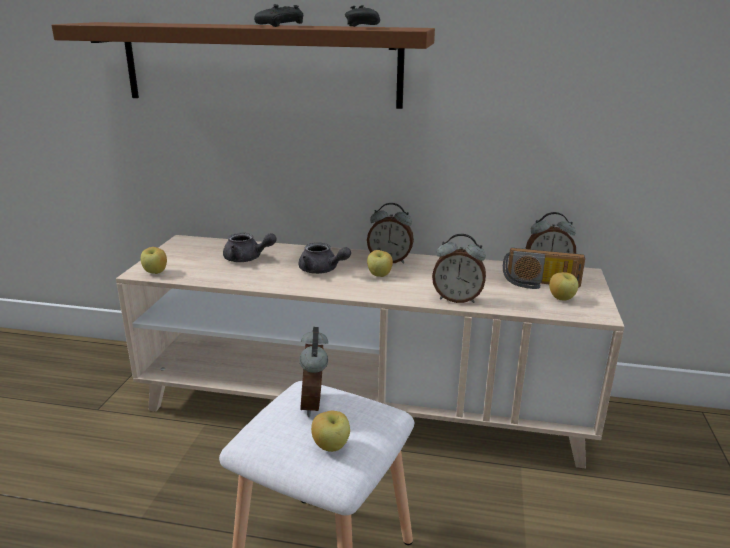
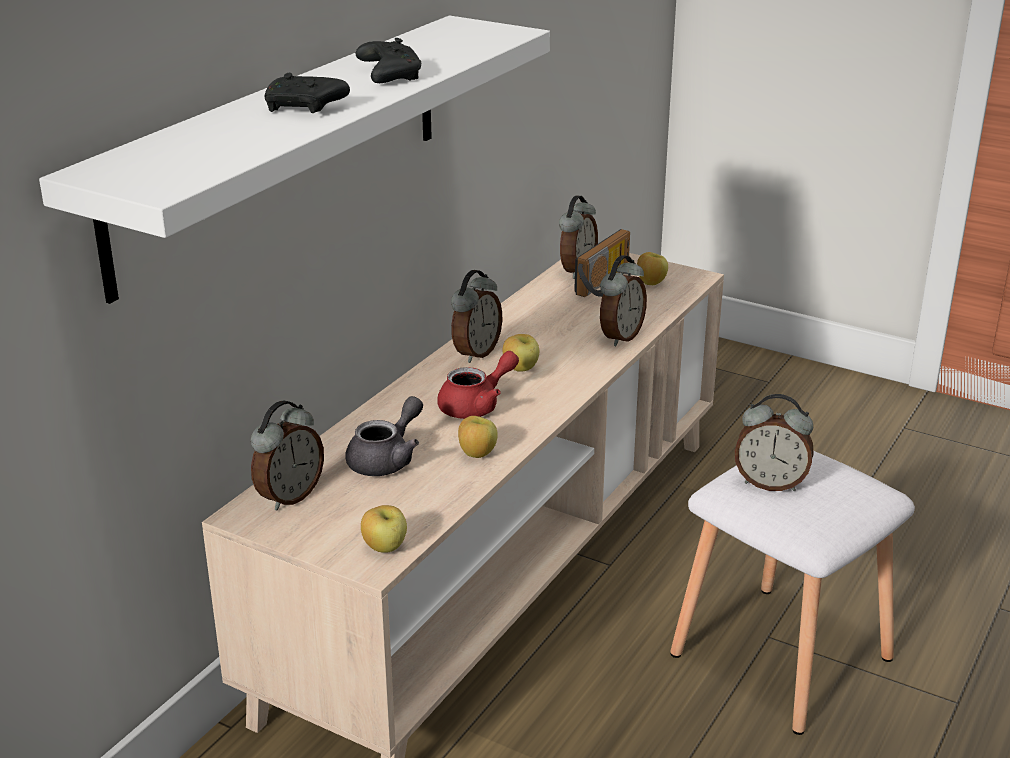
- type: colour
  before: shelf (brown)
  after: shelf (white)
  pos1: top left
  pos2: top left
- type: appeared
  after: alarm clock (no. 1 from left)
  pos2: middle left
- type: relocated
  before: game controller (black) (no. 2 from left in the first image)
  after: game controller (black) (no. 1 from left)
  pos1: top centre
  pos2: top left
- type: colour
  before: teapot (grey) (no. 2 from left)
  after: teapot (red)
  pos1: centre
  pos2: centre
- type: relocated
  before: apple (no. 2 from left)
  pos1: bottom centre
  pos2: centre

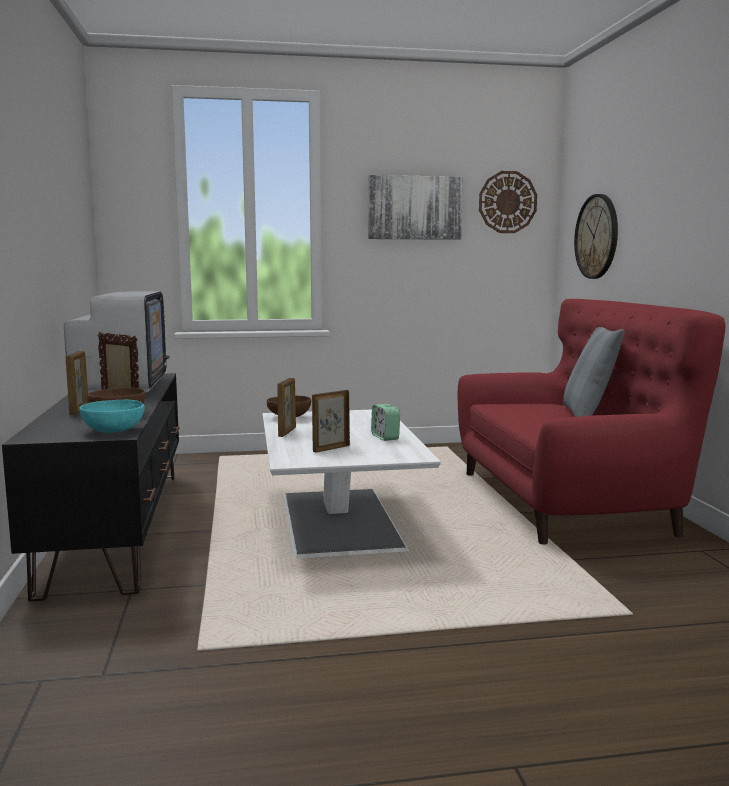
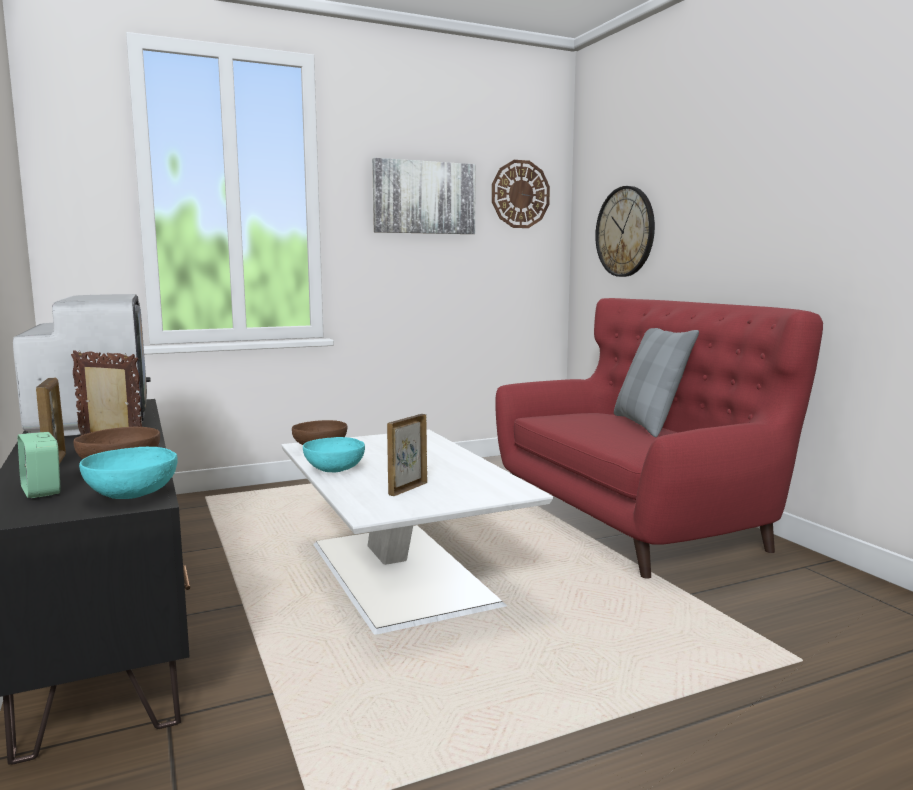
- type: relocated
  before: alarm clock
  pos1: centre
  pos2: middle left
- type: exchanged
  before: picture frame (no. 3 from left)
  after: bowl (turquoise) (no. 2 from left)
  pos1: centre
  pos2: centre

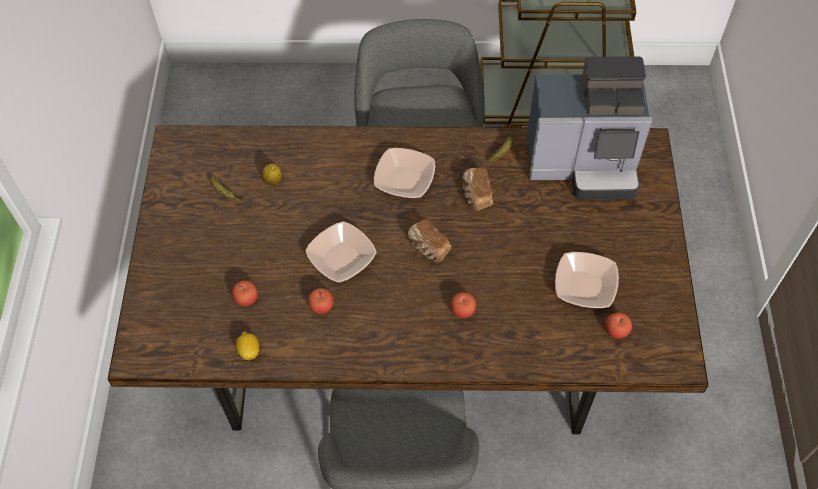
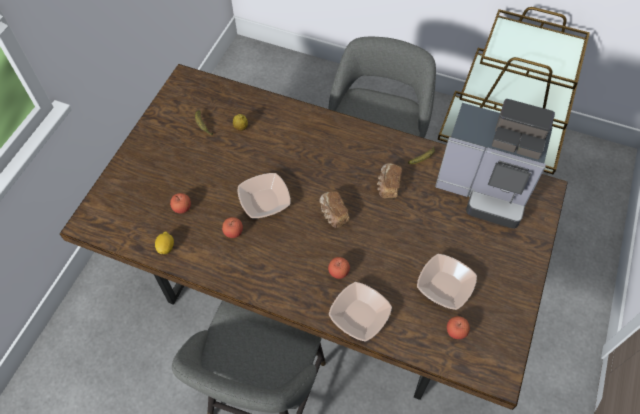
- type: relocated
  before: bowl (no. 2 from left)
  pos1: centre
  pos2: bottom centre

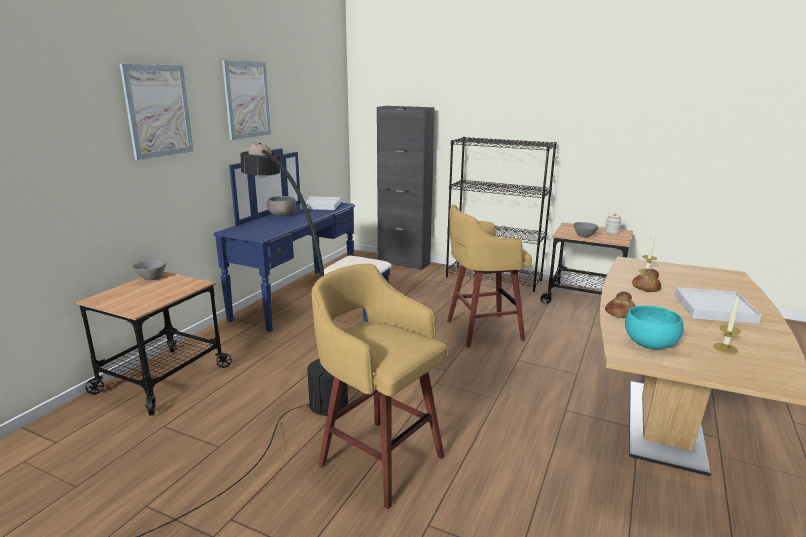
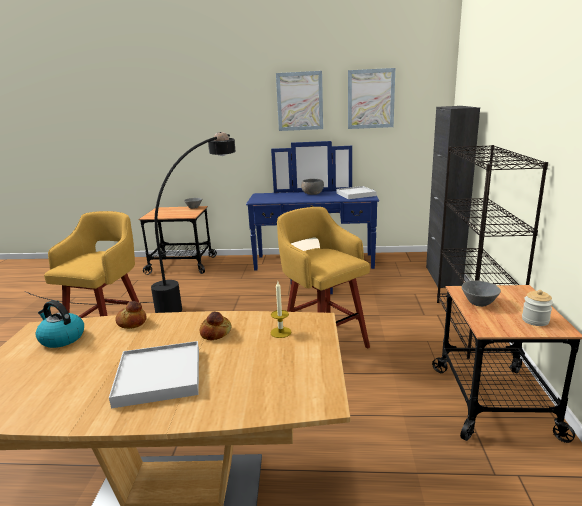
- type: exchanged
  before: bowl (turquoise)
  after: kettle
  pos1: middle right
  pos2: middle left
- type: relocated
  before: picture (no. 1 from left in the first image)
  after: picture (no. 2 from left)
  pos1: top left
  pos2: top centre
- type: missing
  before: candle (no. 2 from left)
  pos1: middle right

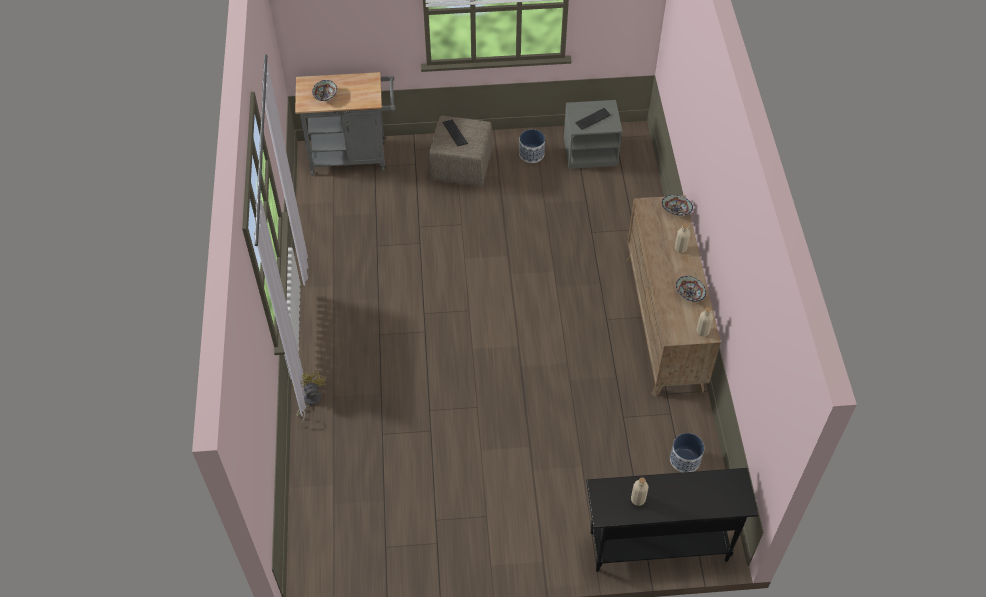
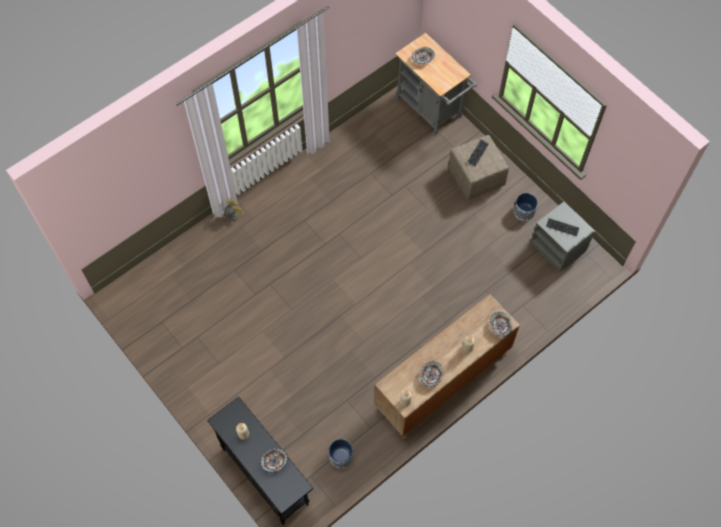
- type: appeared
  after: bowl (no. 1 from left)
  pos2: bottom centre

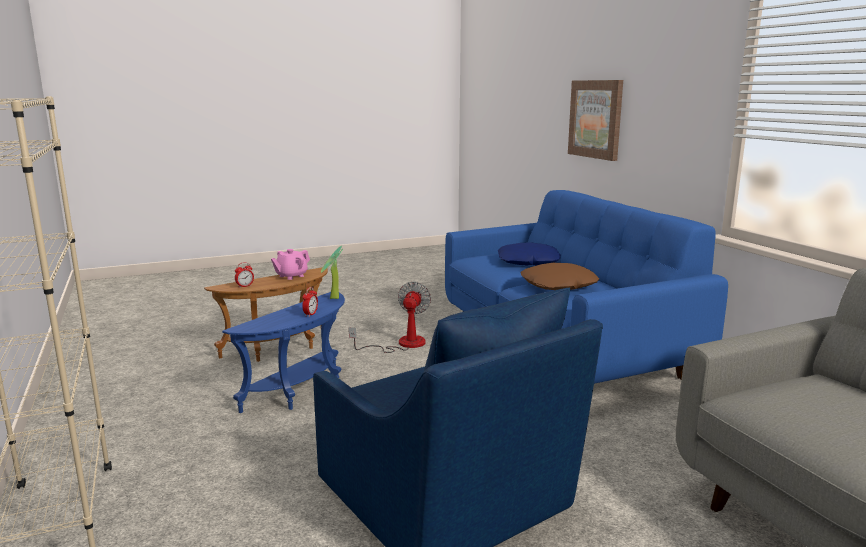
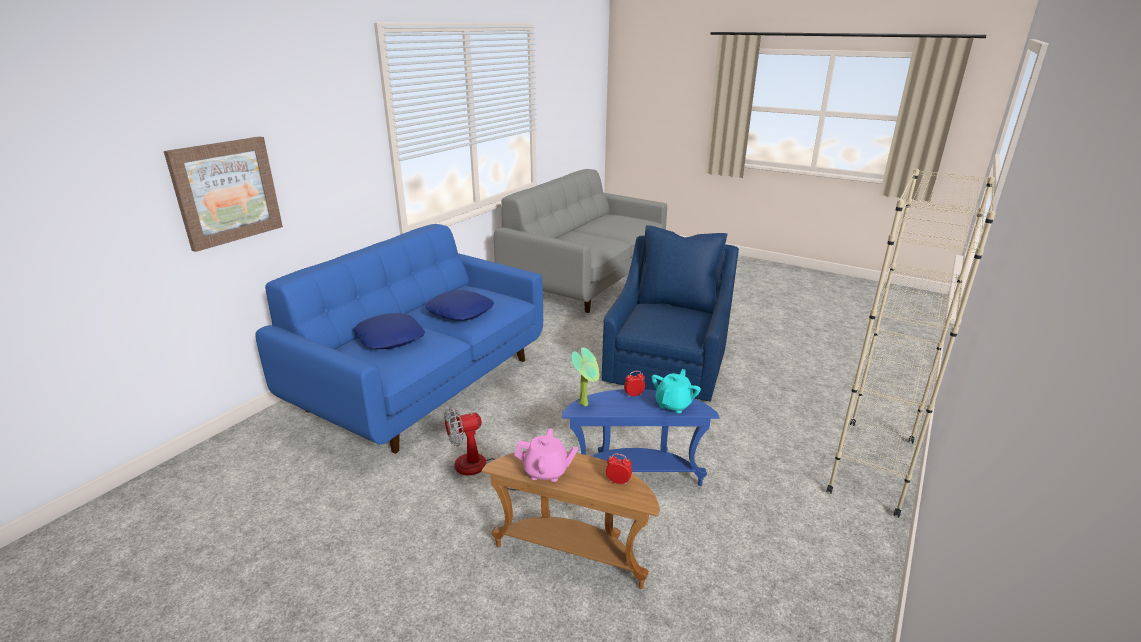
- type: colour
  before: pillow (brown)
  after: pillow (blue) (no. 2 from left)
  pos1: centre
  pos2: centre
- type: appeared
  after: teapot (turquoise)
  pos2: centre

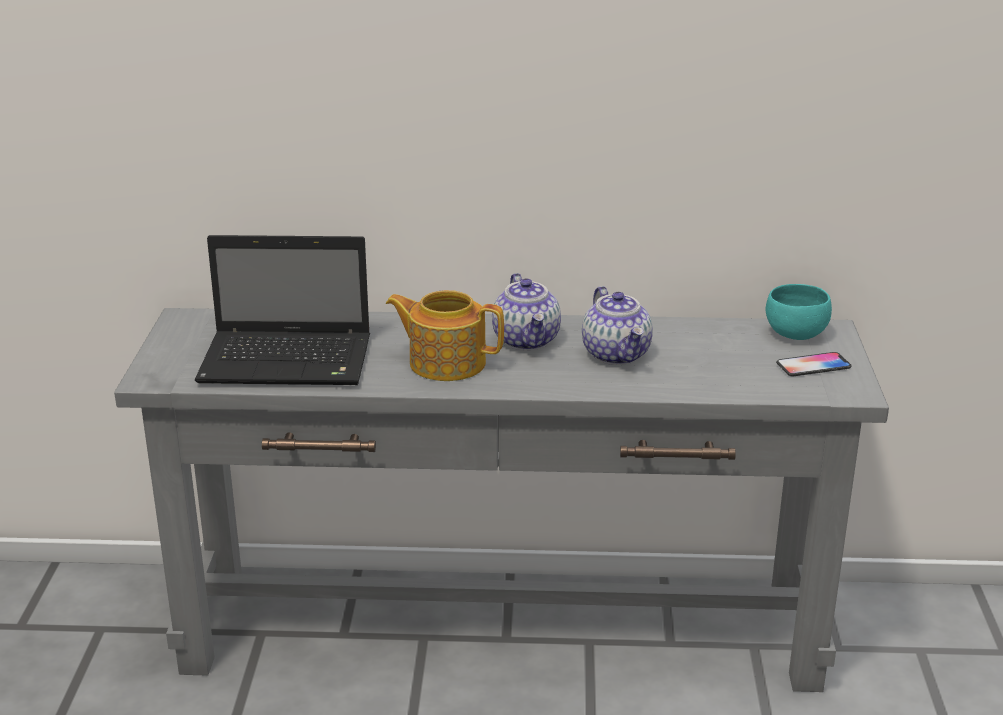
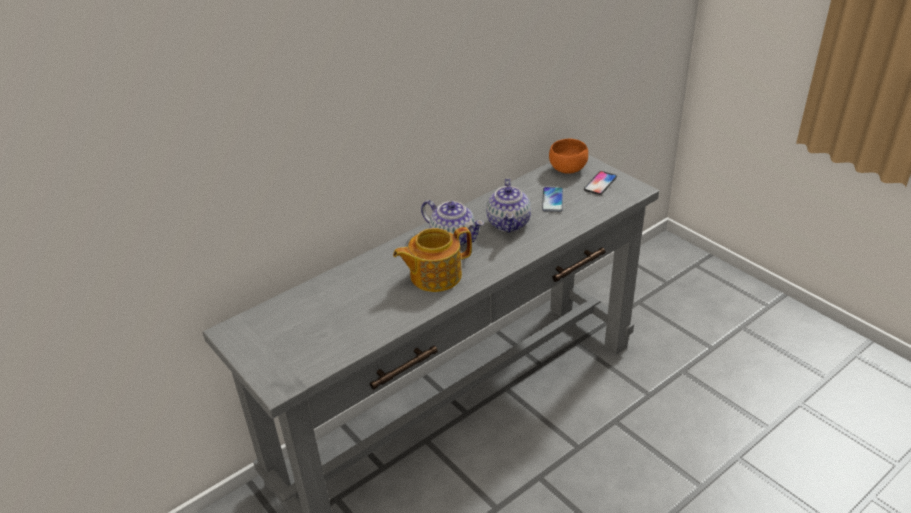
- type: spun
  before: teapot (no. 3 from left)
  pos1: centre
  pos2: centre
  turn: 60
- type: appeared
  after: phone (no. 1 from left)
  pos2: centre
- type: colour
  before: bowl (turquoise)
  after: bowl (orange)
  pos1: middle right
  pos2: top centre
- type: missing
  before: laptop
  pos1: middle left

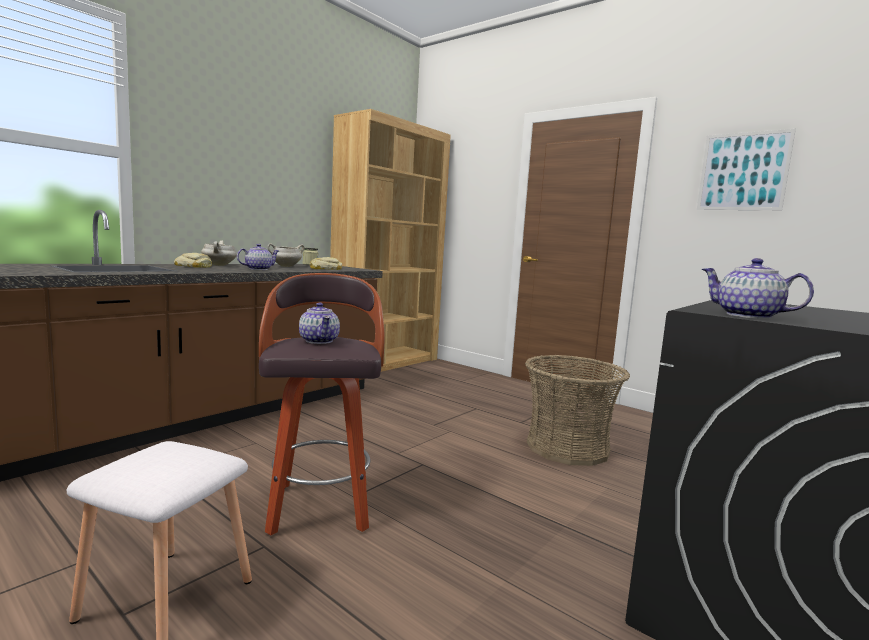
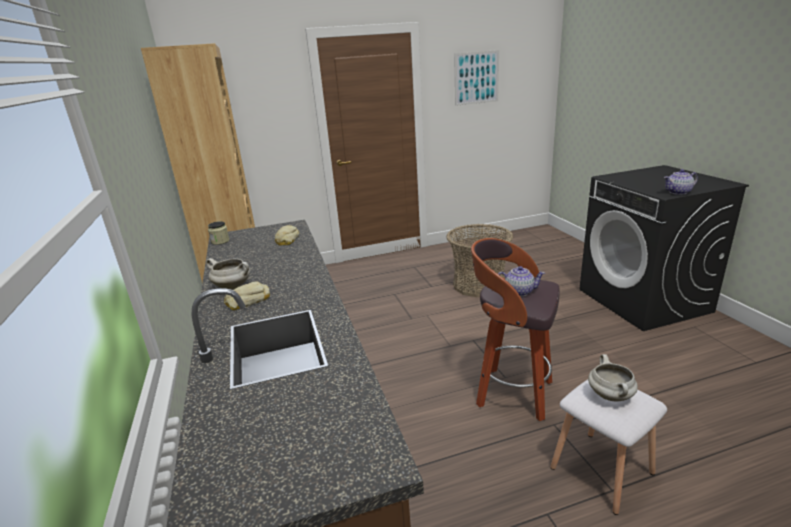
- type: relocated
  before: cooking pot (white) (no. 2 from left)
  pos1: middle left
  pos2: bottom right
- type: missing
  before: teapot (no. 1 from left)
  pos1: middle left

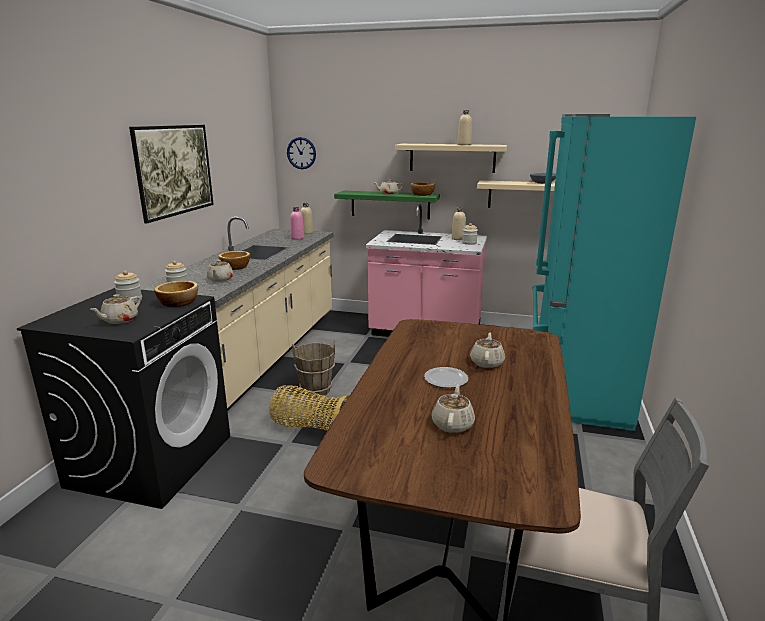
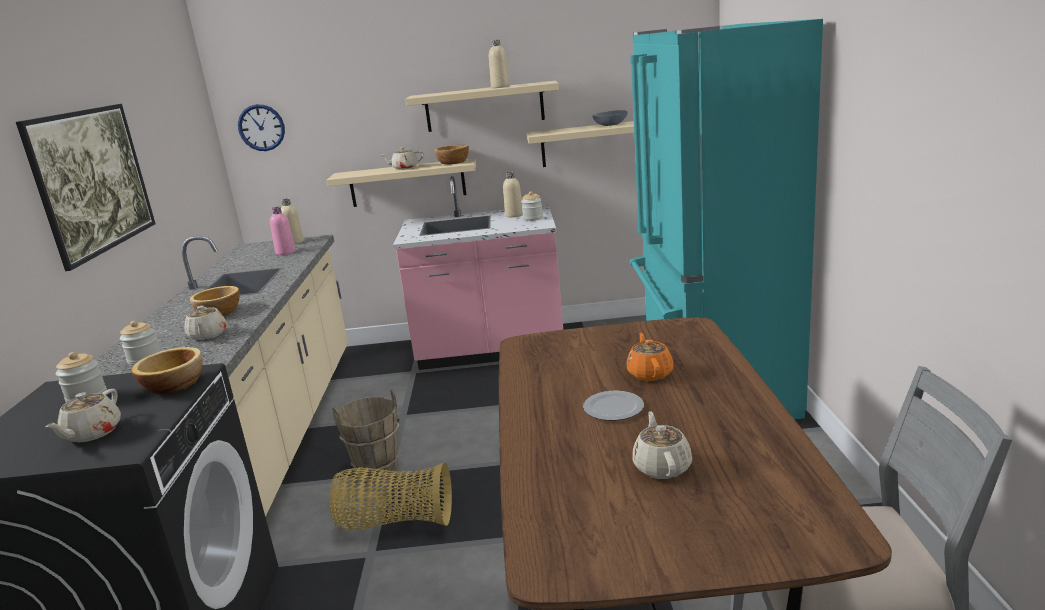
- type: colour
  before: shelf (green)
  after: shelf (beige) (no. 1 from left)
  pos1: top centre
  pos2: top centre
- type: colour
  before: teapot (beige) (no. 5 from left)
  after: teapot (orange)
  pos1: centre
  pos2: centre

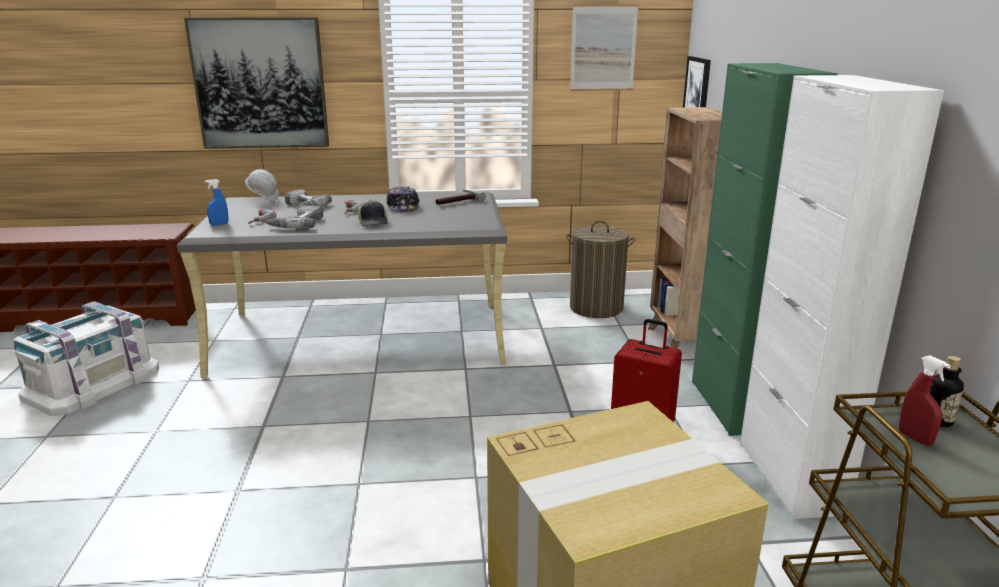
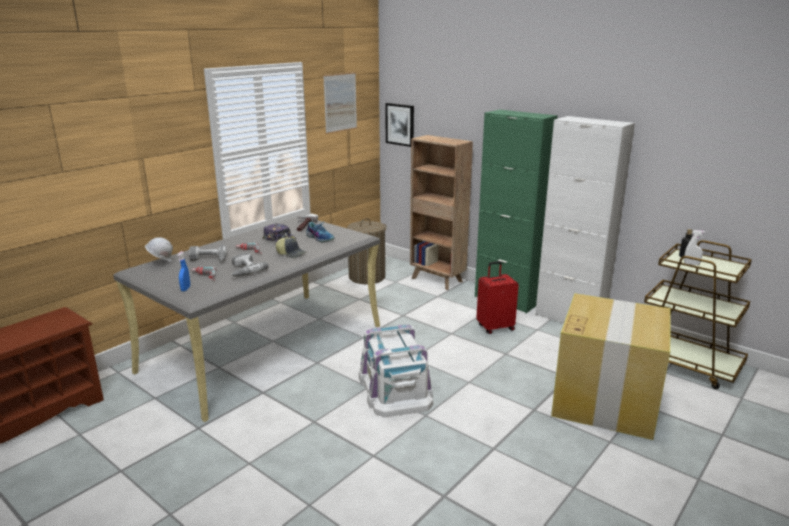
- type: appeared
  after: shoe
  pos2: centre
- type: relocated
  before: storage box (white)
  pos1: middle left
  pos2: bottom centre
- type: colour
  before: spray bottle (red)
  after: spray bottle (white)
  pos1: bottom right
  pos2: middle right
- type: missing
  before: picture (no. 1 from left)
  pos1: top left

